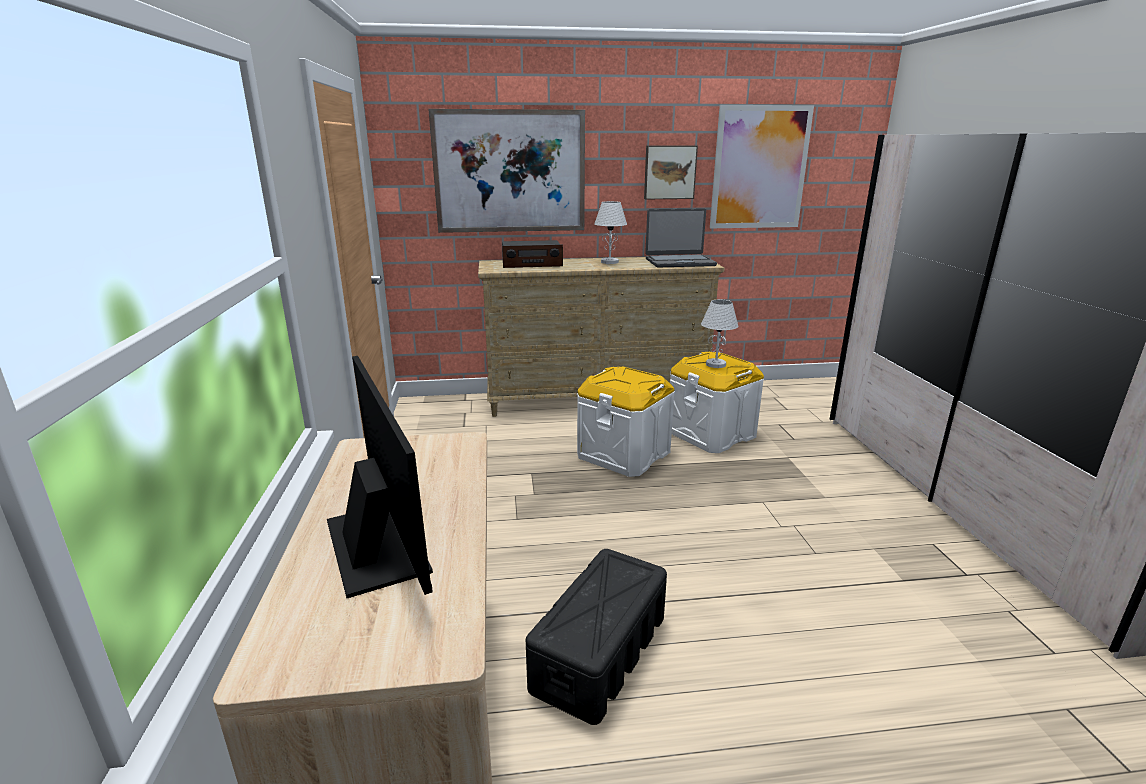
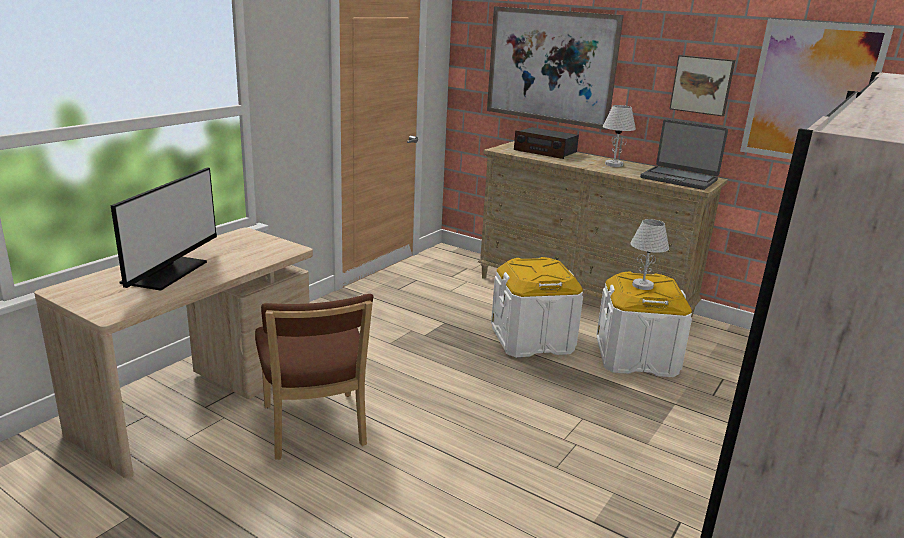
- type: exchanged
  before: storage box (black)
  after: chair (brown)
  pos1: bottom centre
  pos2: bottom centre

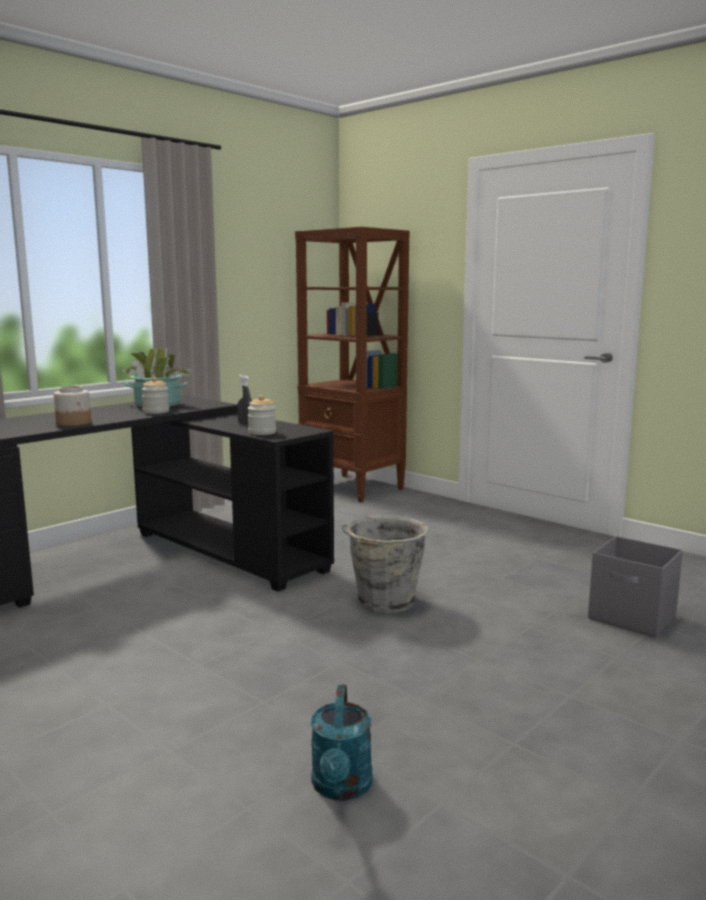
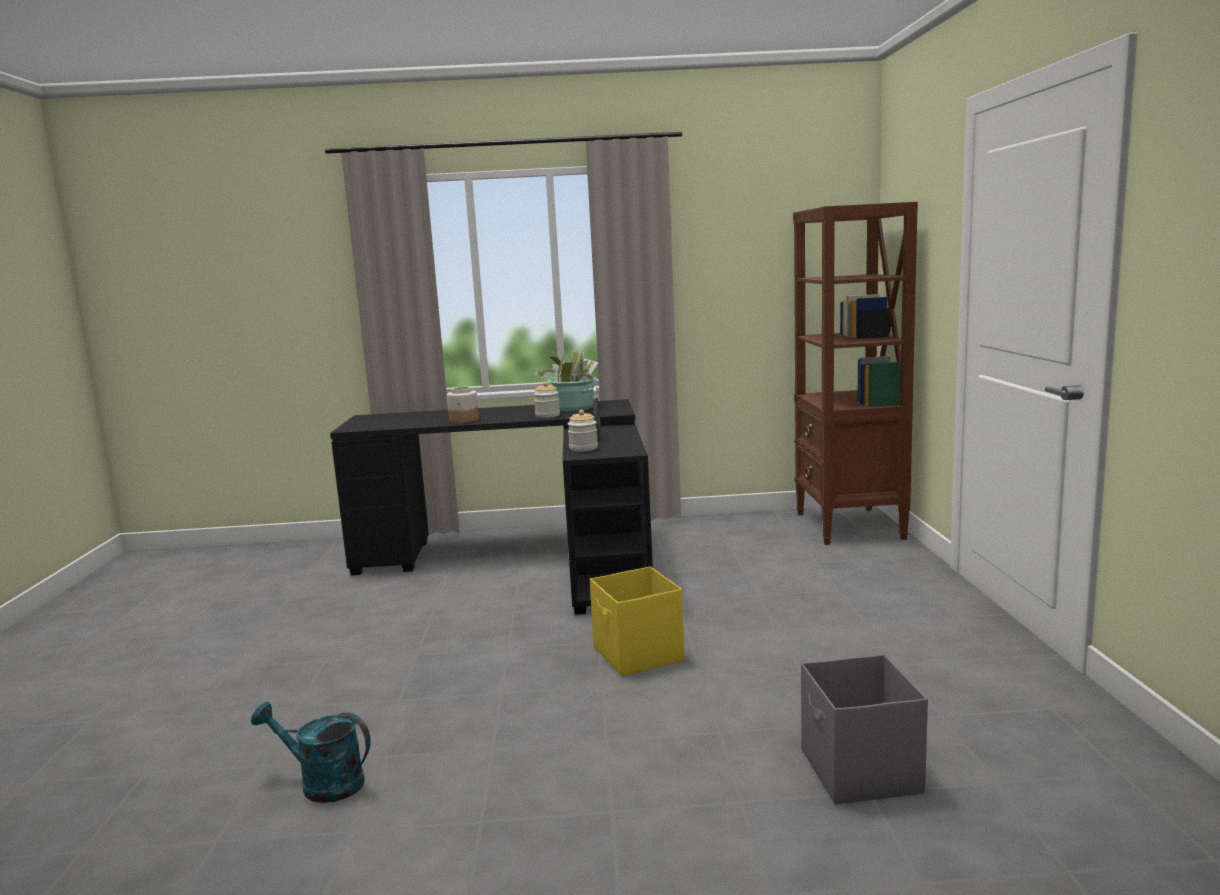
- type: spun
  before: watering can (turquoise)
  pos1: bottom centre
  pos2: bottom left
  turn: 60
- type: exchanged
  before: bucket (grey)
  after: storage box (yellow)
  pos1: centre
  pos2: bottom centre

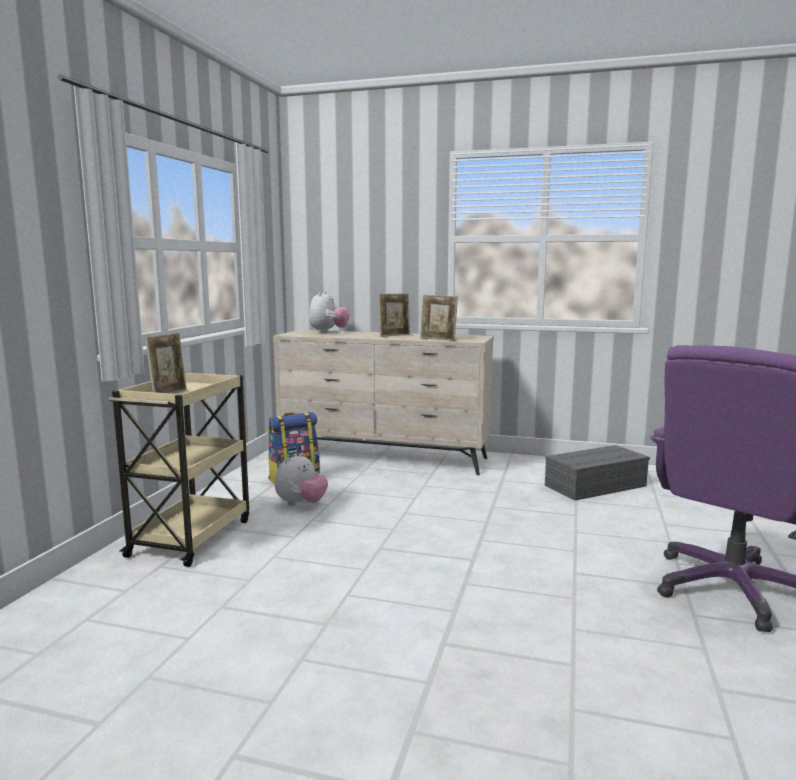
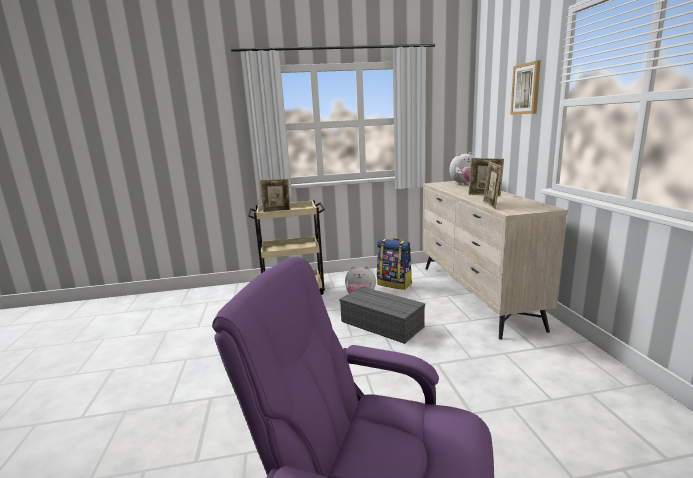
- type: relocated
  before: storage box (grey)
  pos1: middle right
  pos2: centre
- type: appeared
  after: picture
  pos2: top right

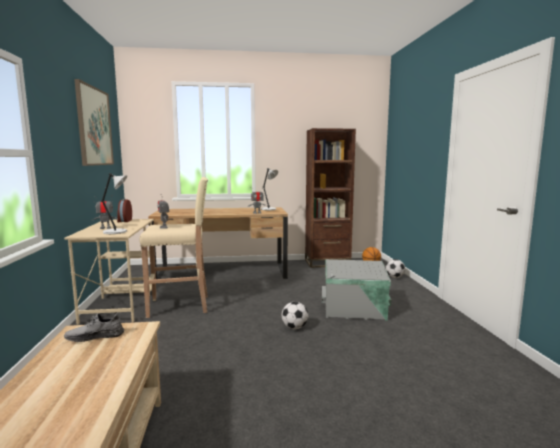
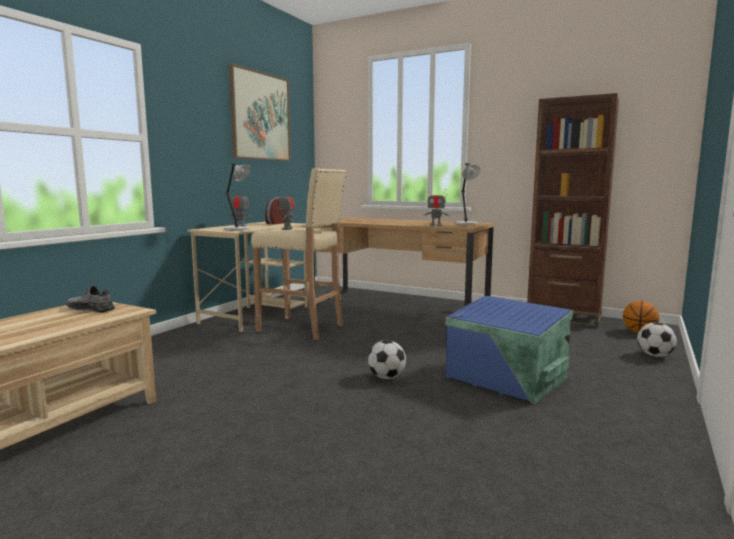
- type: colour
  before: storage box (grey)
  after: storage box (blue)
  pos1: centre
  pos2: middle right

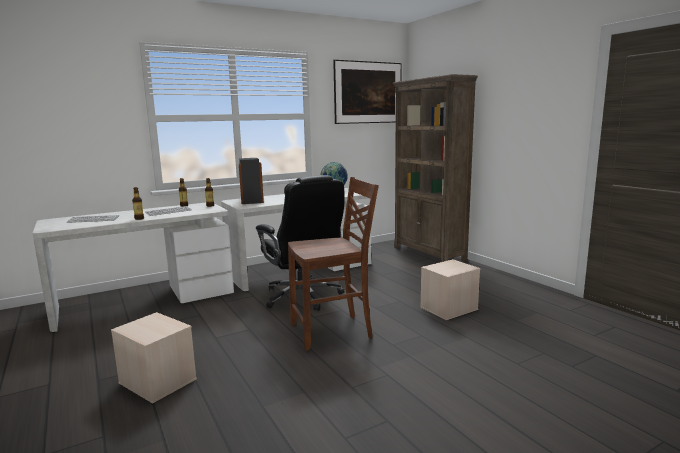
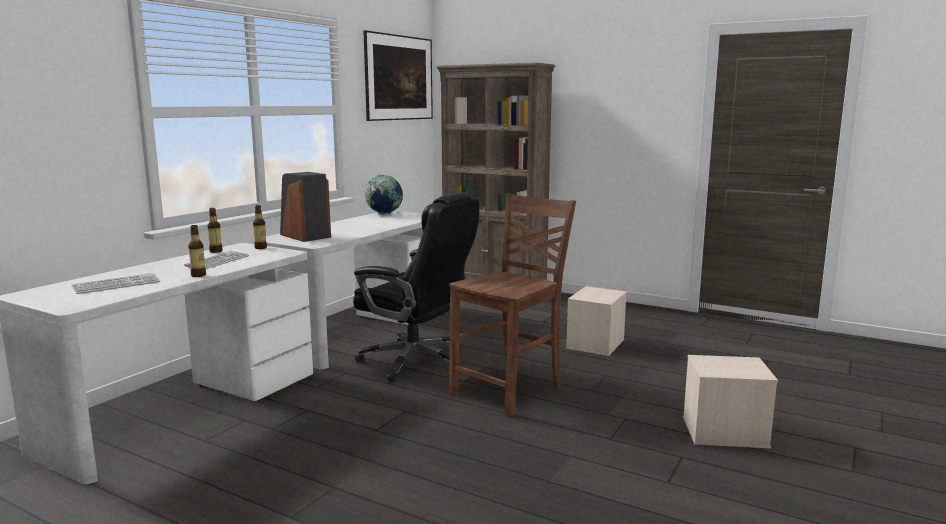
- type: relocated
  before: storage box (beige) (no. 1 from left in the first image)
  after: storage box (beige) (no. 2 from left)
  pos1: bottom left
  pos2: bottom right

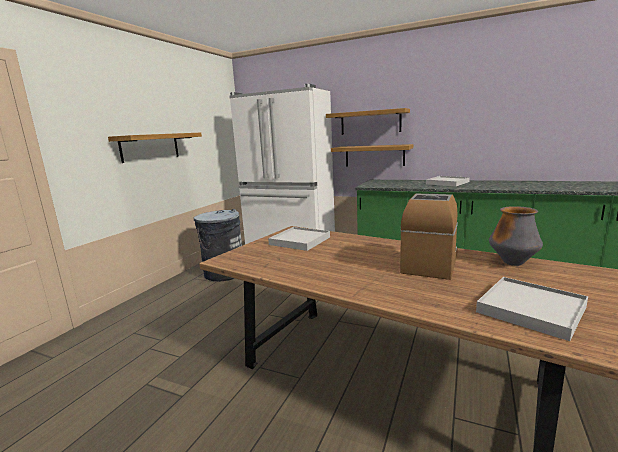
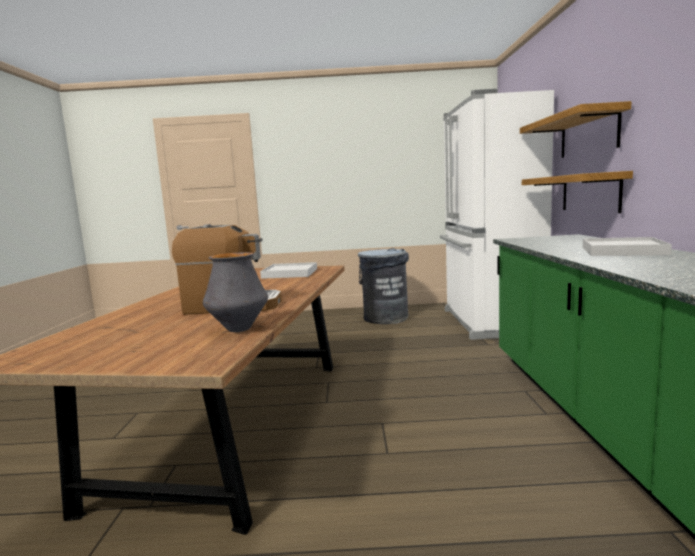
- type: missing
  before: shelf (no. 1 from left)
  pos1: top left
- type: missing
  before: tray (white) (no. 3 from left)
  pos1: bottom right

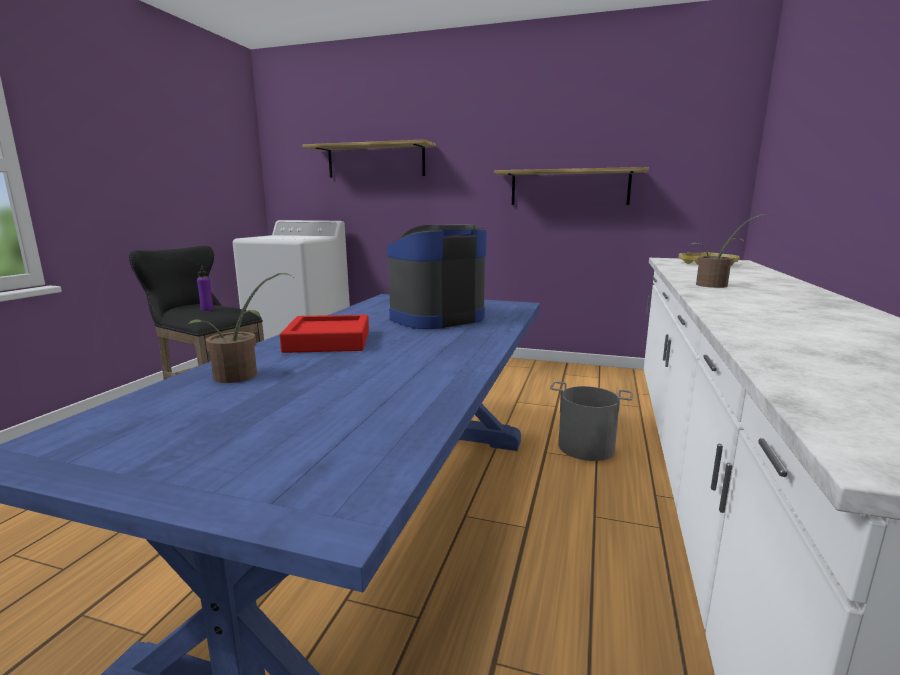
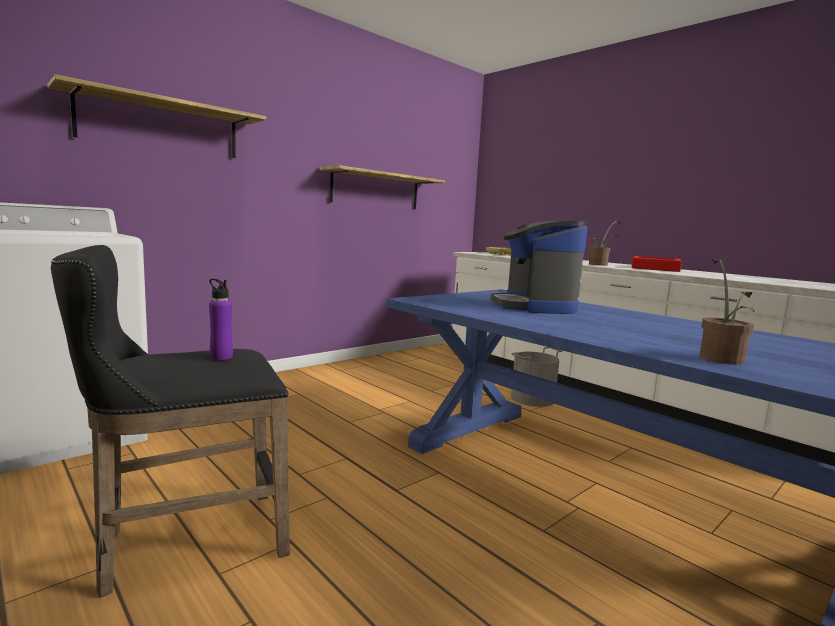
- type: relocated
  before: tray (red)
  pos1: centre
  pos2: middle right

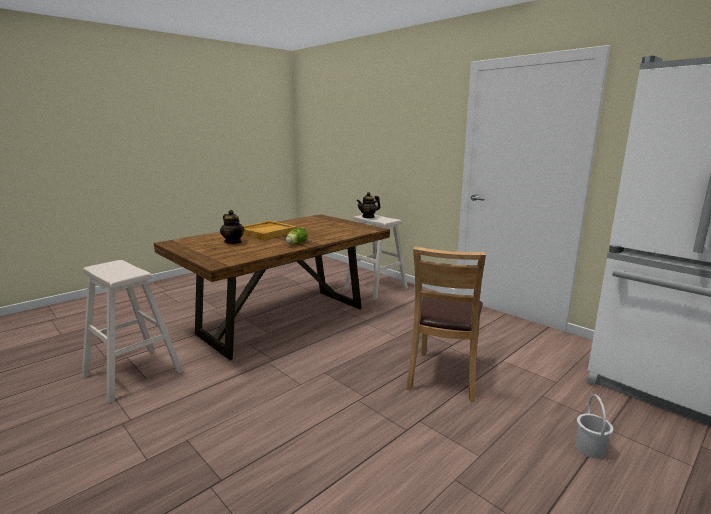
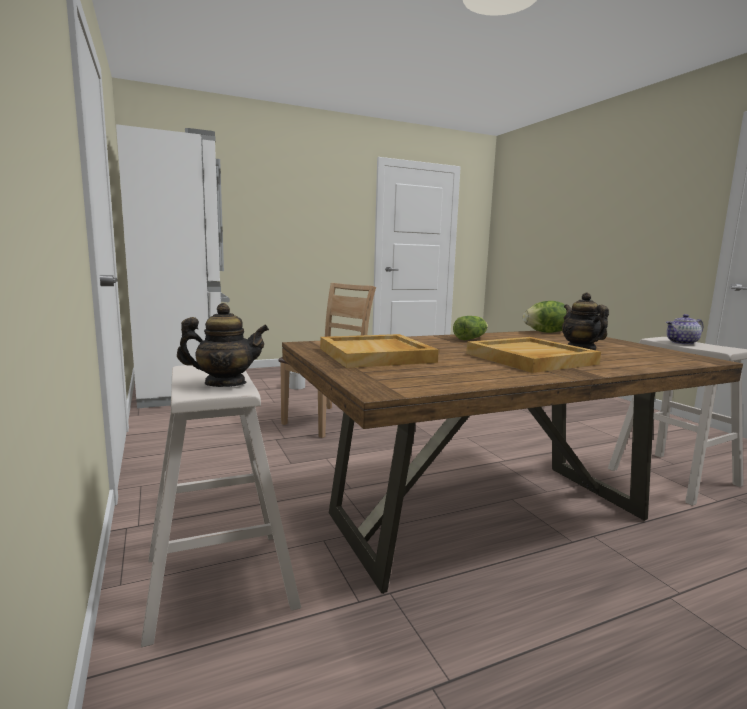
- type: appeared
  after: tray (beige) (no. 1 from left)
  pos2: centre
- type: appeared
  after: lettuce (no. 2 from left)
  pos2: middle right
- type: appeared
  after: teapot (no. 3 from left)
  pos2: middle right

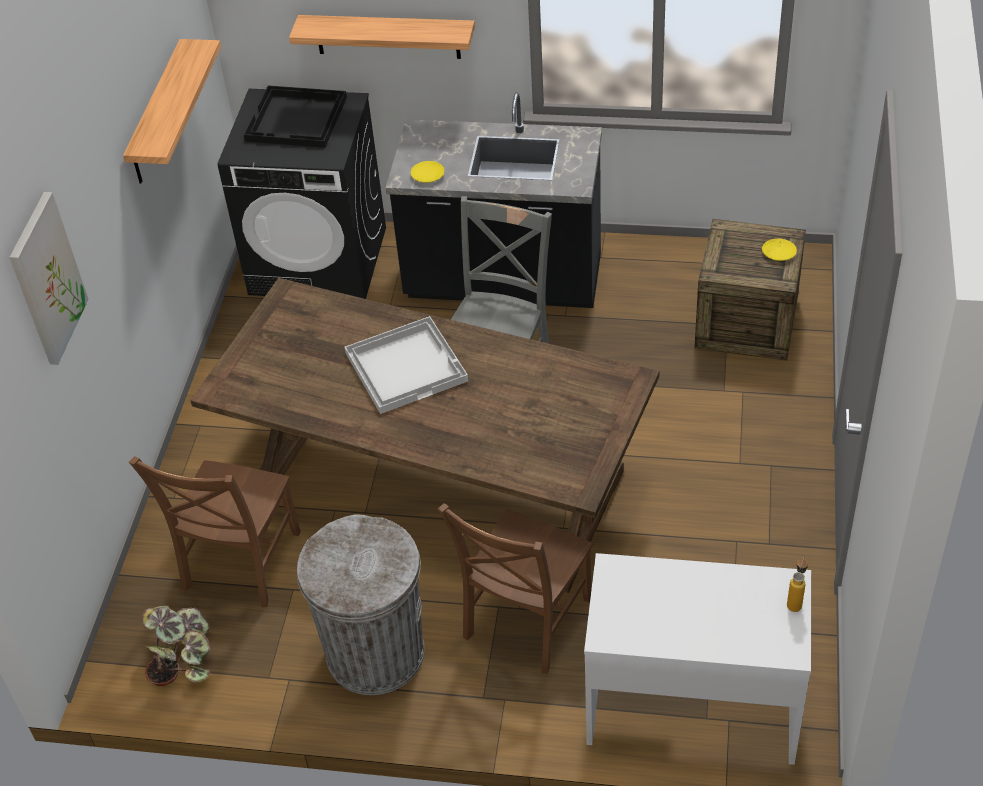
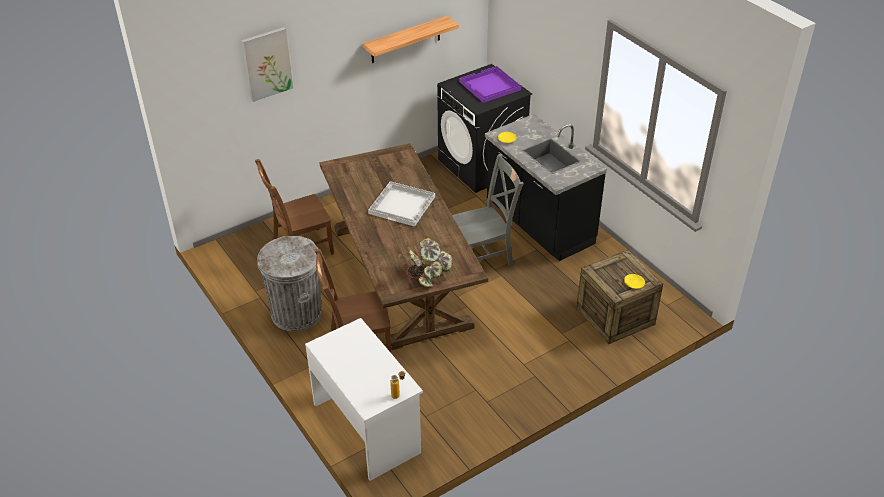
- type: relocated
  before: potted plant
  pos1: bottom left
  pos2: centre
- type: colour
  before: tray (black)
  after: tray (purple)
  pos1: top left
  pos2: top centre
- type: missing
  before: shelf (no. 2 from left)
  pos1: top centre

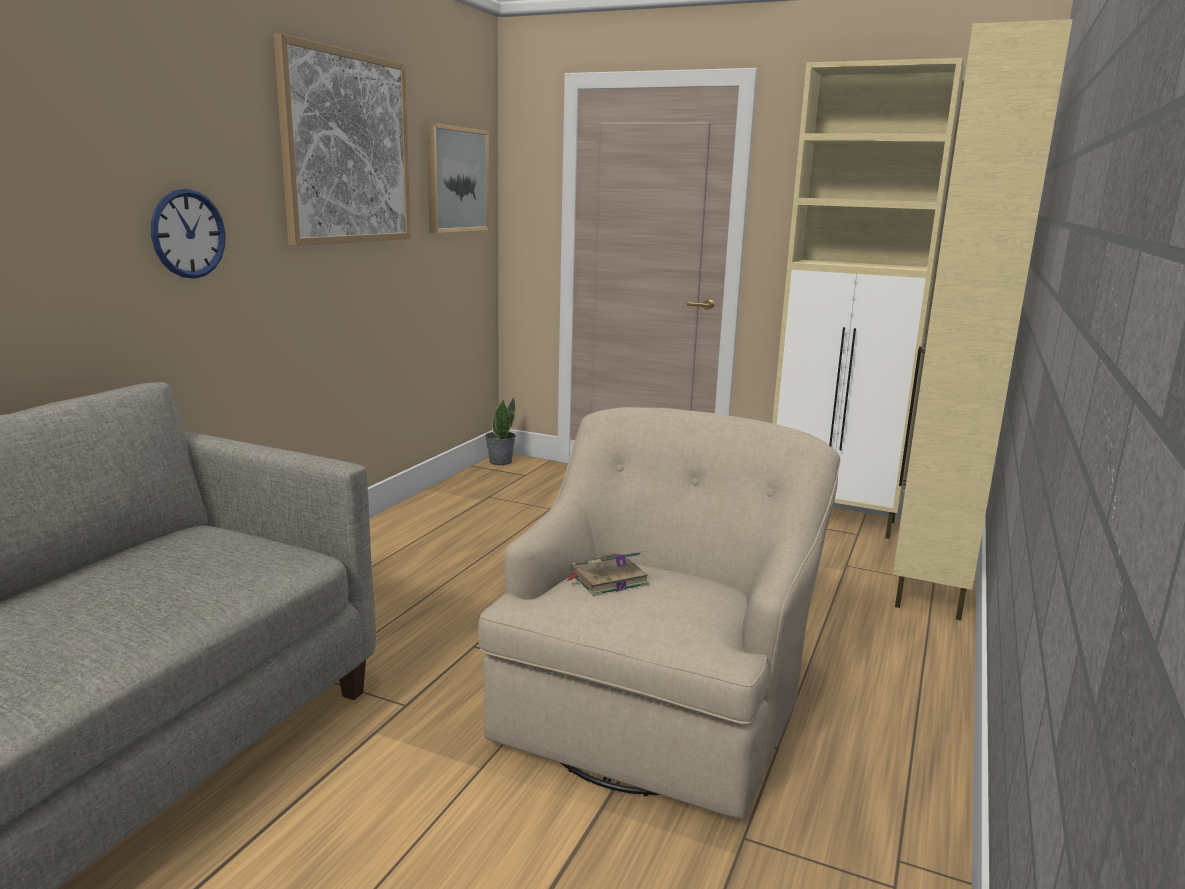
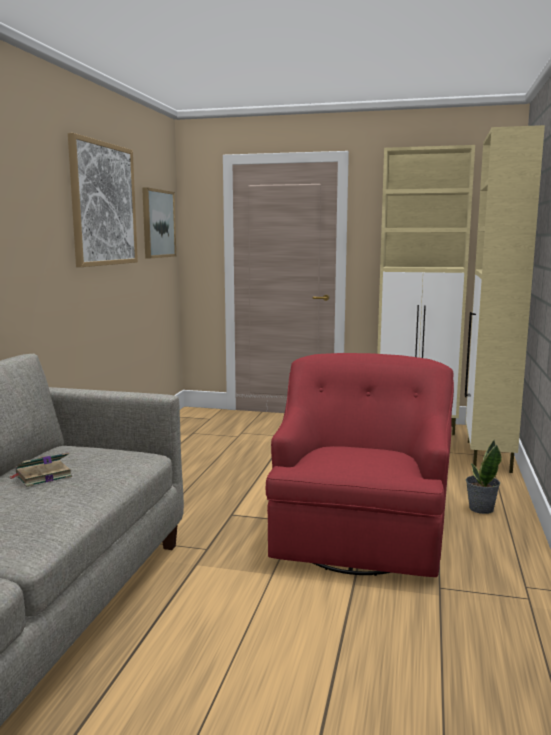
- type: relocated
  before: book
  pos1: centre
  pos2: middle left
- type: colour
  before: armchair (beige)
  after: armchair (red)
  pos1: bottom centre
  pos2: centre
- type: relocated
  before: potted plant
  pos1: centre
  pos2: middle right
- type: missing
  before: wall clock
  pos1: top left

